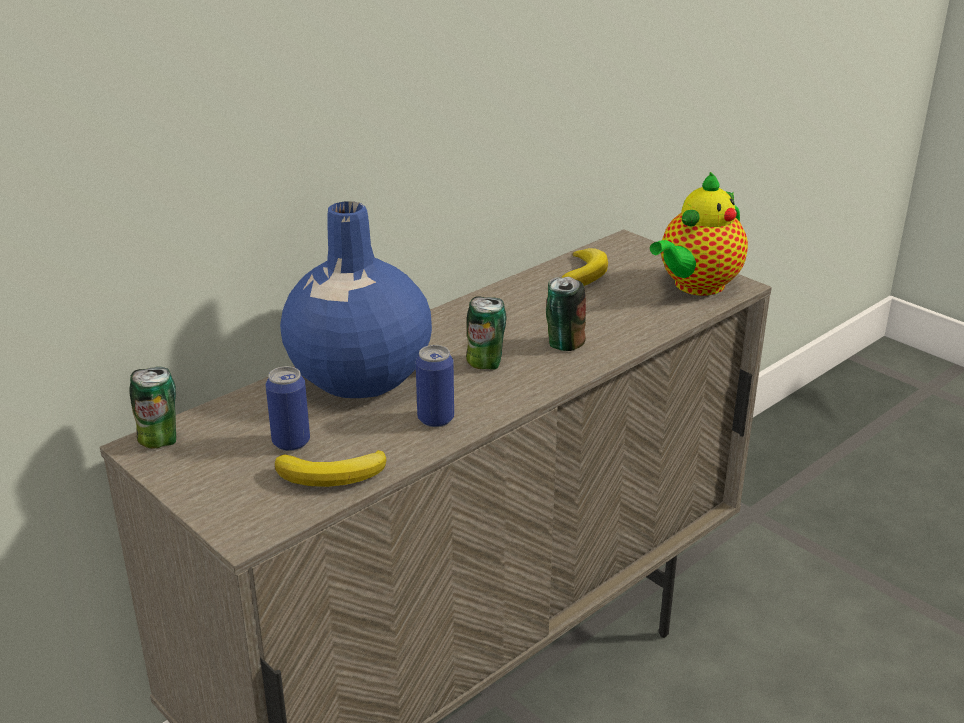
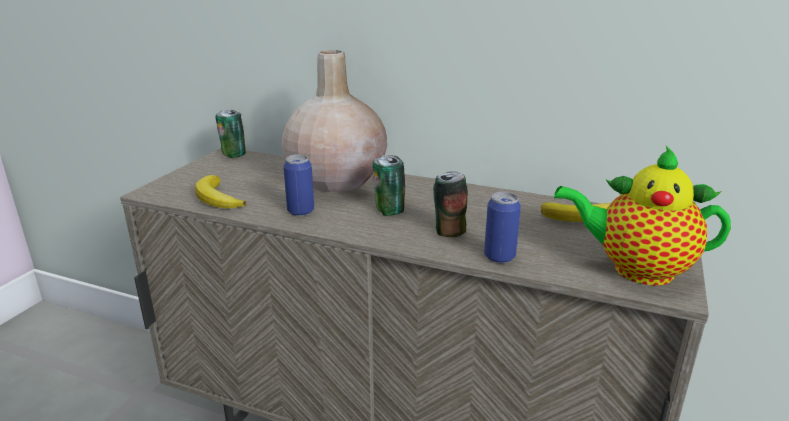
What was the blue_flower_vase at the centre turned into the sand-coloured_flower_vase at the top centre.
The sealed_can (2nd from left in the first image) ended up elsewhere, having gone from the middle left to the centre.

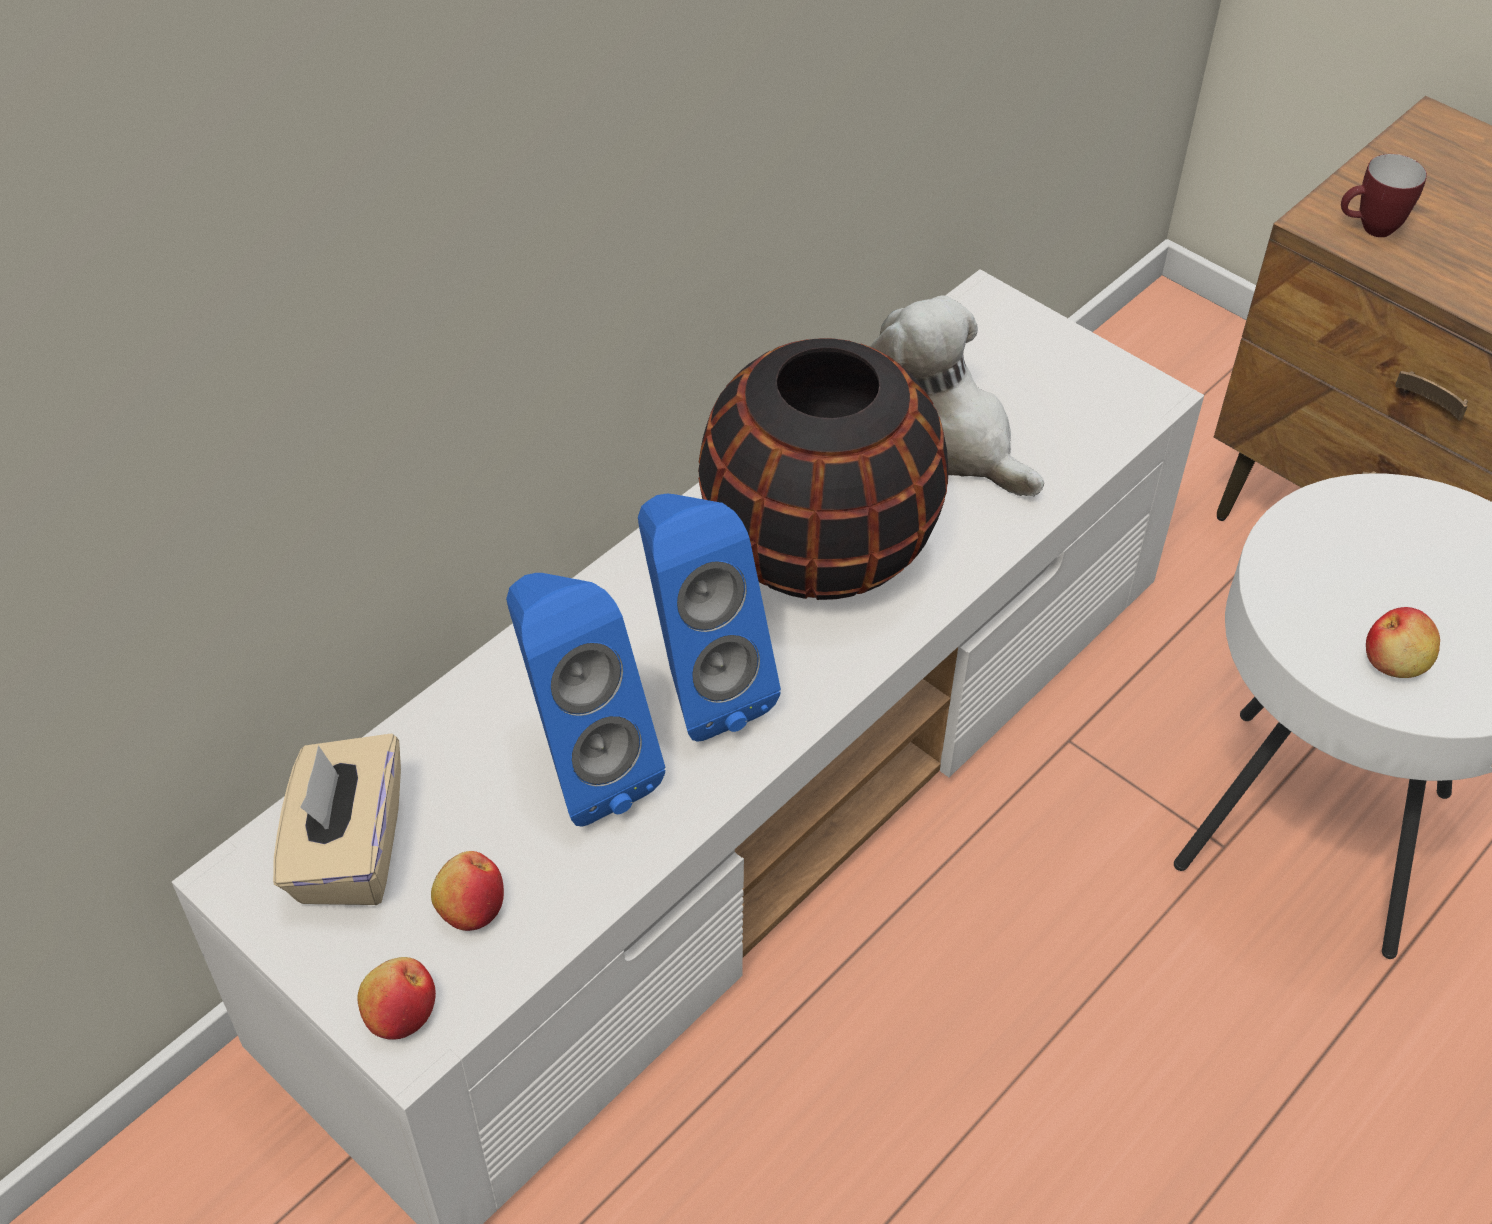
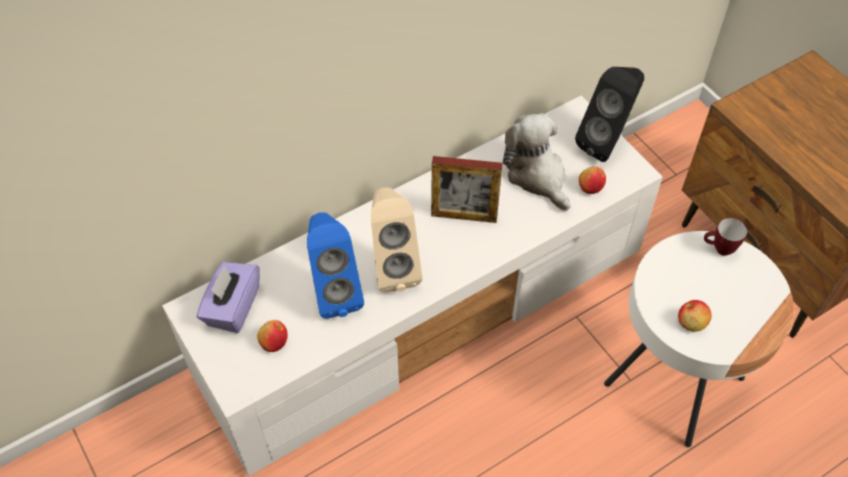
What was the sand-coloured_box_of_tissues at the bottom left turned into the purplish_box_of_tissues at the middle left.
What was the blue_loudspeaker (2nd from left) at the centre turned into the sand-coloured_loudspeaker at the centre.
Where the blackish_flower_vase stood at the centre, the standing_frame came to stand at the centre.
The second view gained the blackish_loudspeaker at the top right.
The apple_fruit (1st from left in the first image) ended up elsewhere, having gone from the bottom left to the middle right.
The tea_mug ended up elsewhere, having gone from the top right to the middle right.

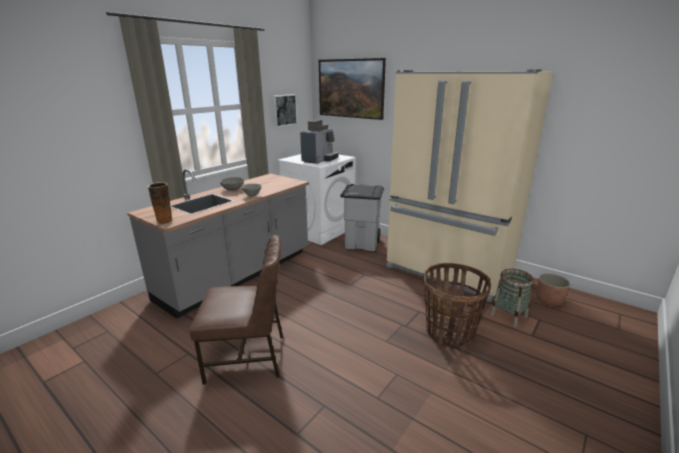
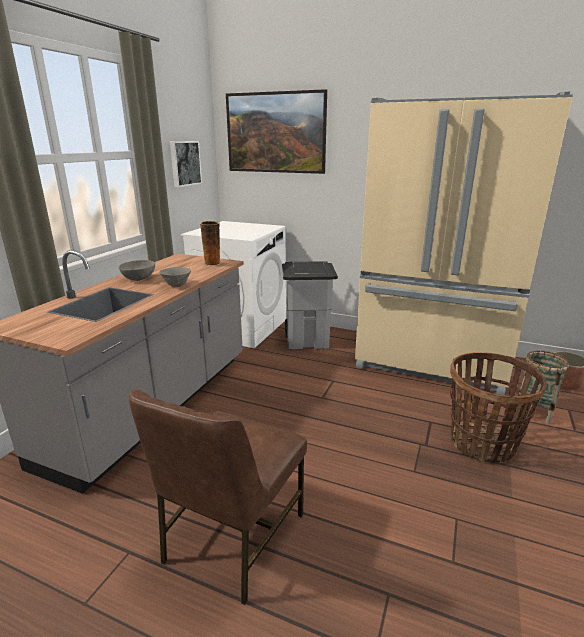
The brown_upright_chair at the bottom centre ended up facing another way, 135 degrees clockwise from before.
The flower_vase ended up elsewhere, having gone from the middle left to the centre.
The second view lost the coffee_machine at the top centre.

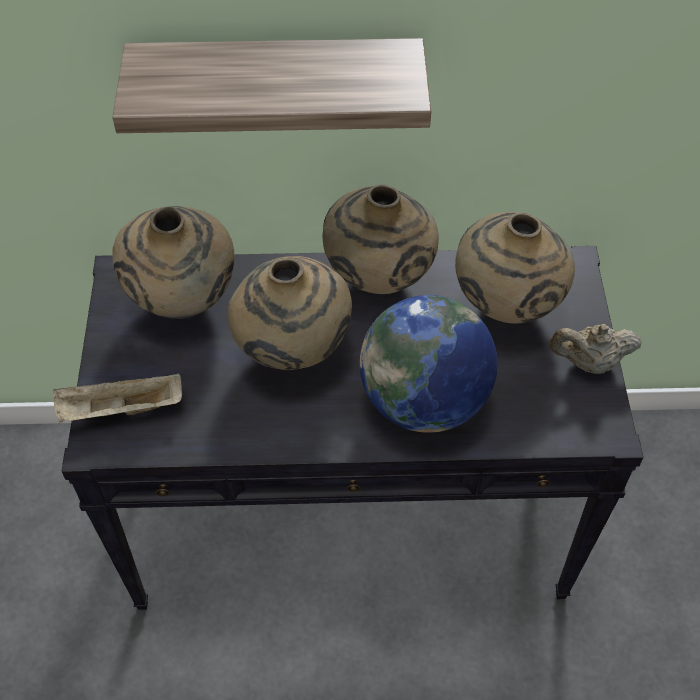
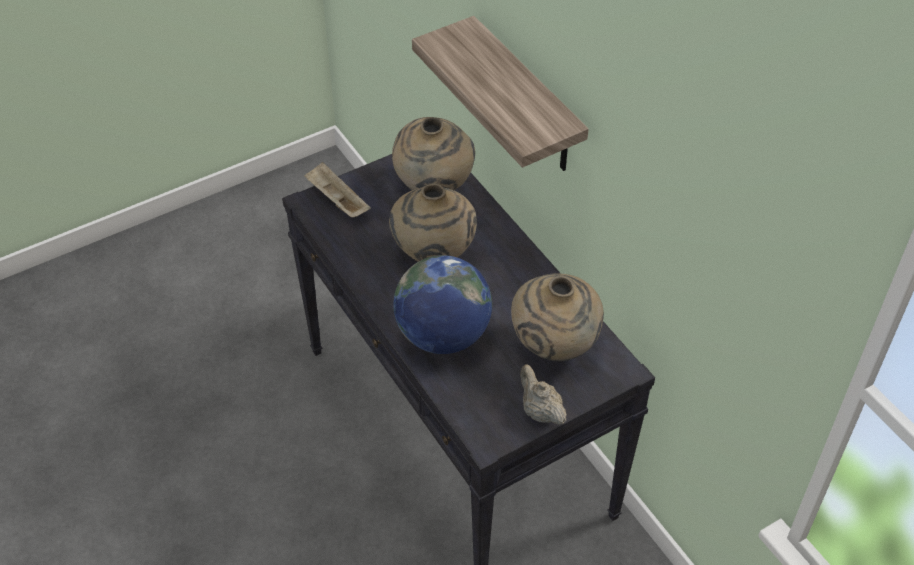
The second view lost the sand-coloured_flower_vase (3rd from left) at the centre.

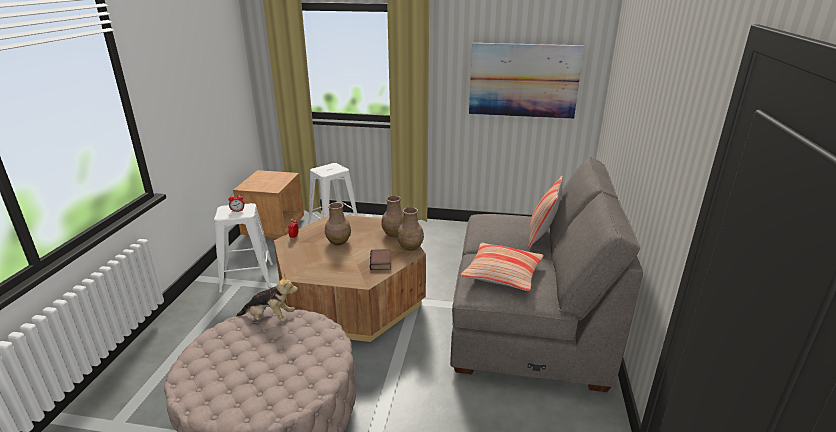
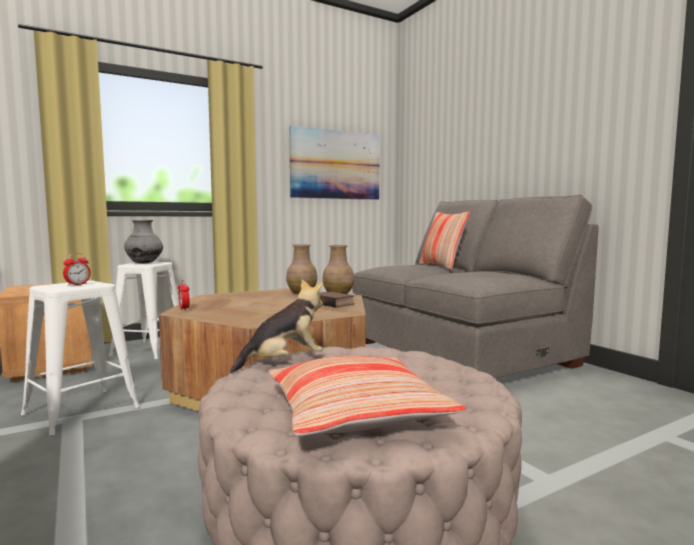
The second view gained the gray_flower_vase at the middle left.
The pillow (1st from left) ended up elsewhere, having gone from the centre to the bottom centre.
The second view lost the brown_flower_vase (1st from left) at the centre.

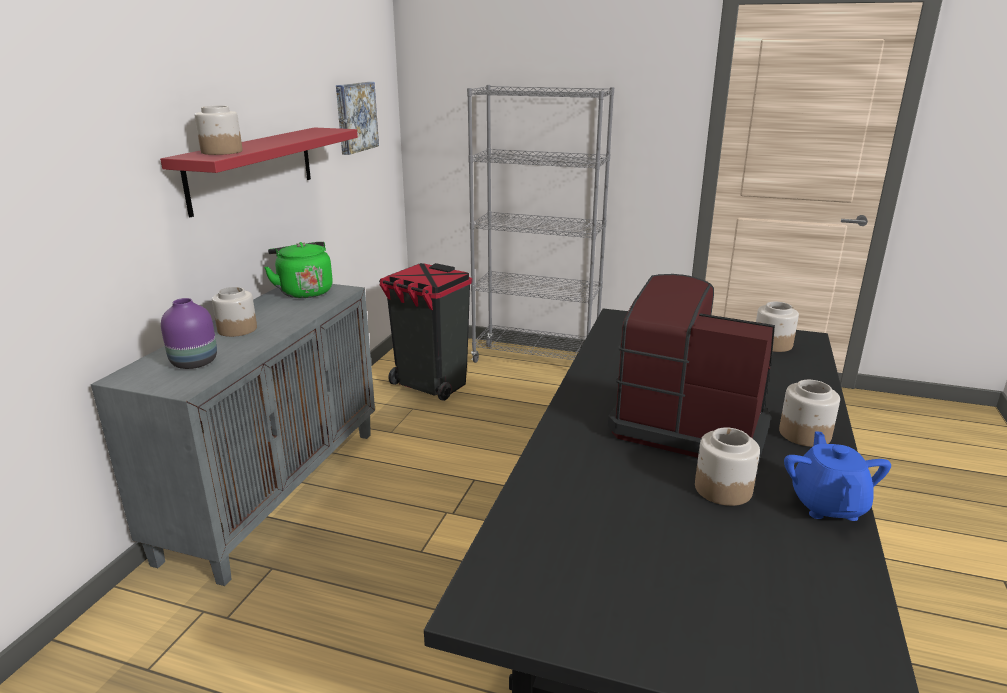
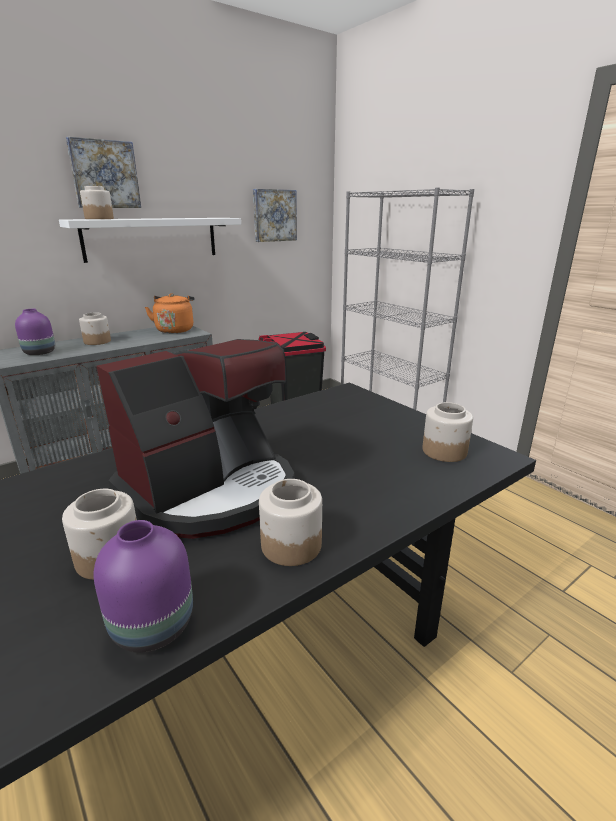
What was the reddish_shelf at the top left turned into the white-coloured_shelf at the top left.
The second view gained the picture (1st from left) at the top left.
Where the blue_tea_pot stood at the bottom right, the purplish_flower_vase (2nd from left) came to stand at the bottom left.
The coffee_machine at the middle right ended up facing another way, 75 degrees clockwise from before.
What was the green-coloured_kettle at the middle left turned into the orange_kettle at the middle left.

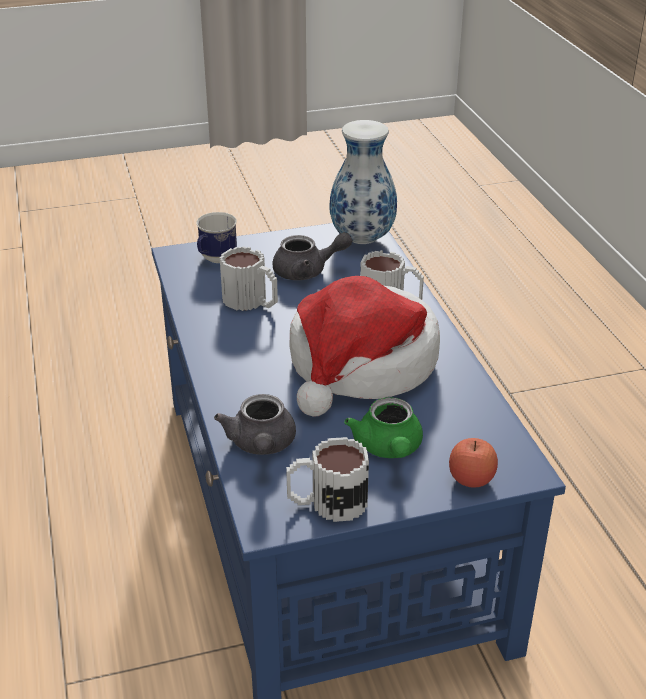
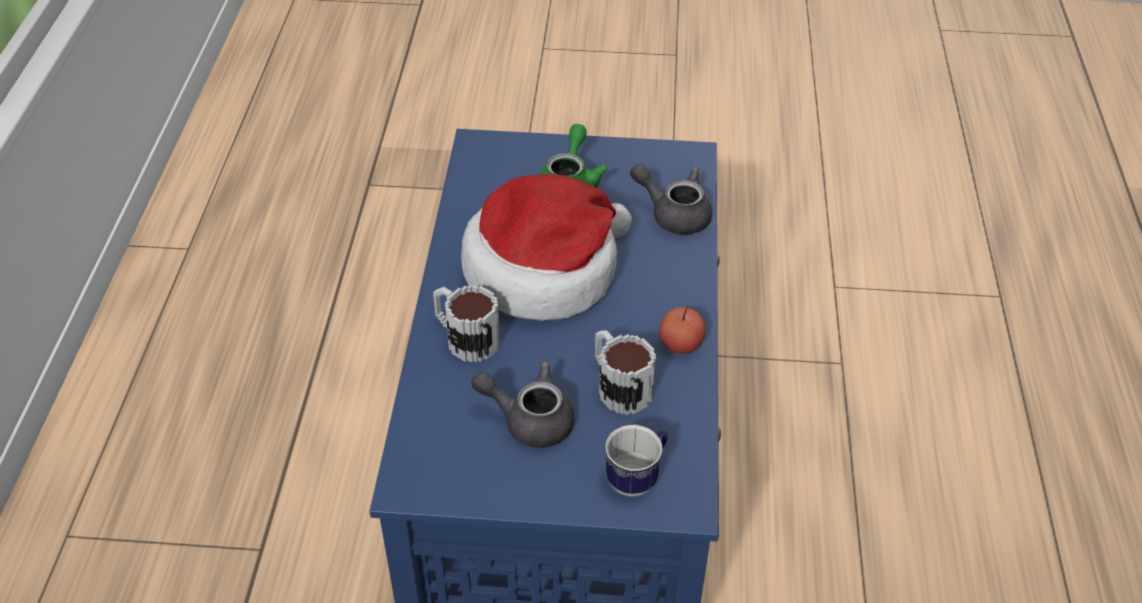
The gray_tea_pot (1st from left in the first image) at the centre ended up facing another way, 75 degrees counterclockwise from before.
The apple_fruit ended up elsewhere, having gone from the middle right to the centre.
The second view lost the tea_mug (3rd from left) at the bottom centre.
The second view lost the flower_vase at the top centre.

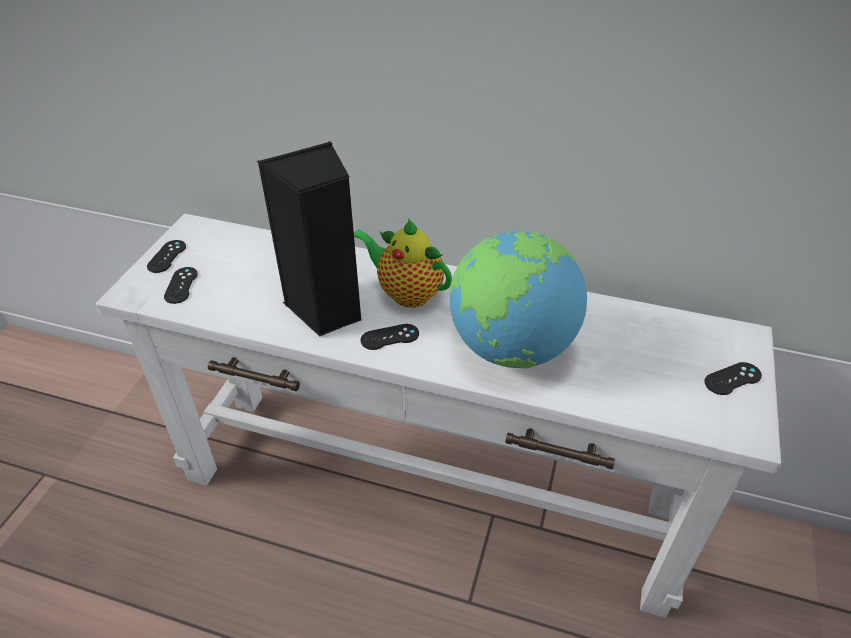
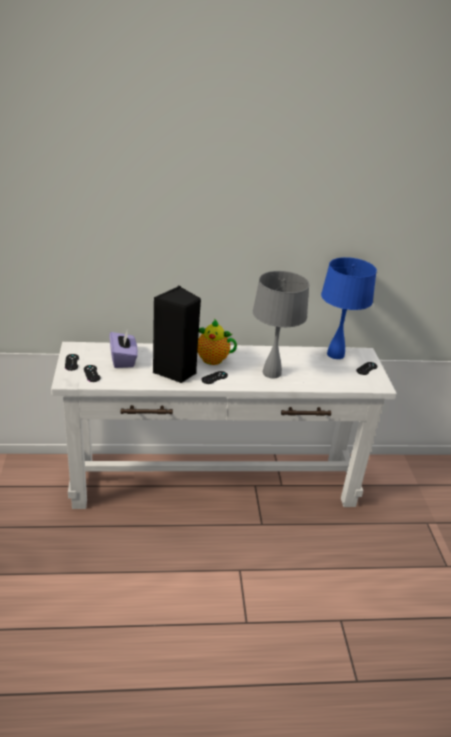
The second view gained the purplish_box_of_tissues at the middle left.
Where the desk_globe stood at the centre, the gray_tabletop_lamp came to stand at the centre.
The second view gained the blue_tabletop_lamp at the middle right.

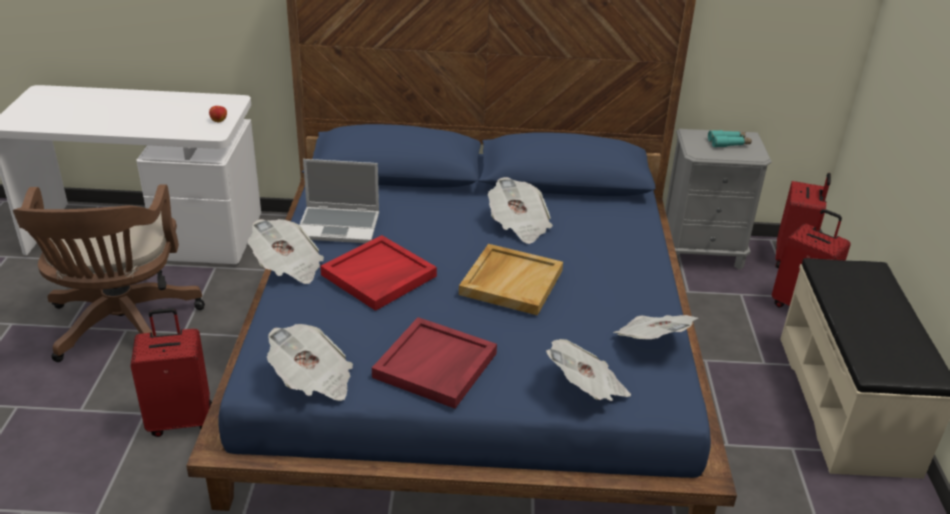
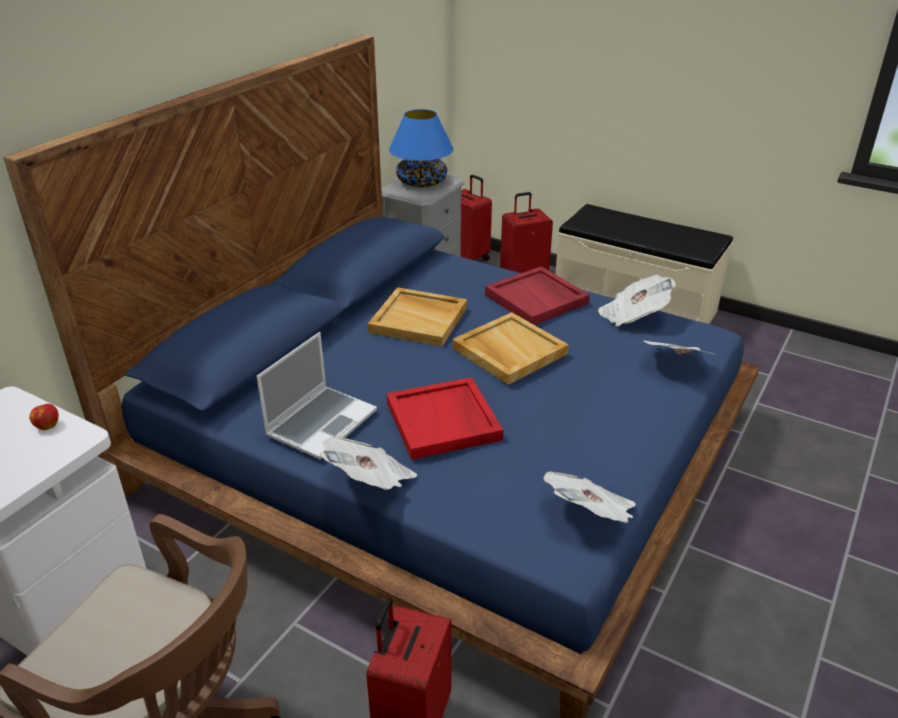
Where the daily_paper (3rd from left) stood at the centre, the sand-coloured_carrying_tray (1st from left) came to stand at the centre.
Where the blue-green_field_glasses stood at the top right, the blue_tabletop_lamp came to stand at the top centre.
The reddish_carrying_tray (2nd from left) ended up elsewhere, having gone from the bottom centre to the centre.

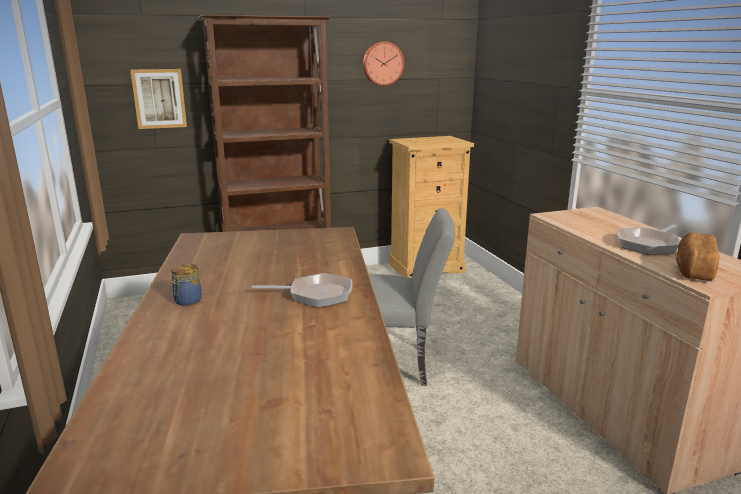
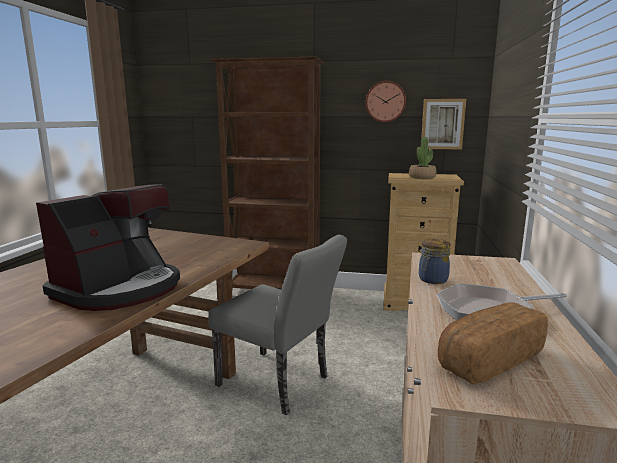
Where the skillet (1st from left) stood at the centre, the coffee_machine came to stand at the middle left.
The second view gained the potted_plant at the middle right.
The jar ended up elsewhere, having gone from the middle left to the middle right.
The picture ended up elsewhere, having gone from the top left to the top right.

